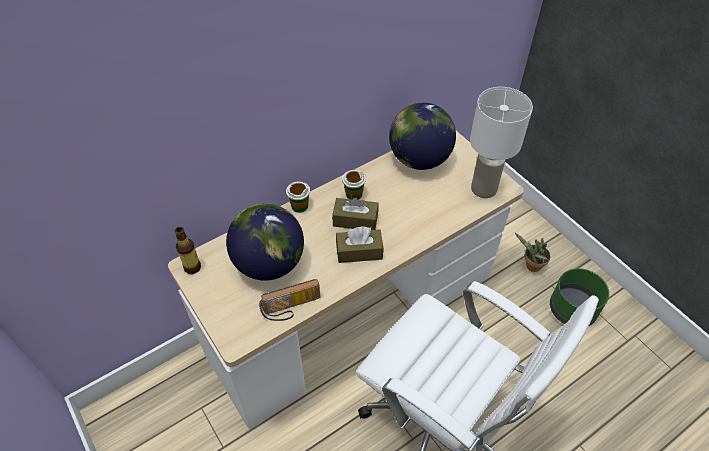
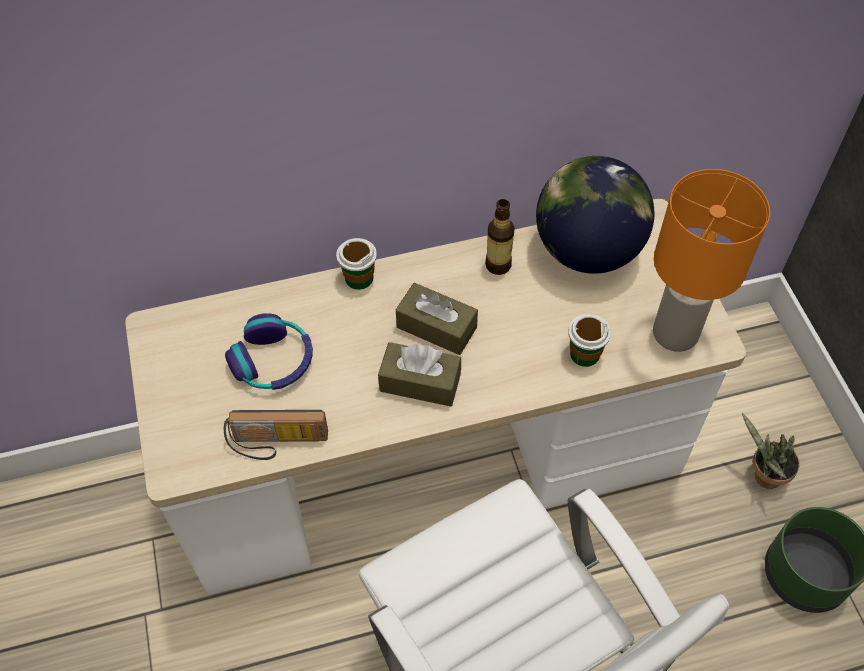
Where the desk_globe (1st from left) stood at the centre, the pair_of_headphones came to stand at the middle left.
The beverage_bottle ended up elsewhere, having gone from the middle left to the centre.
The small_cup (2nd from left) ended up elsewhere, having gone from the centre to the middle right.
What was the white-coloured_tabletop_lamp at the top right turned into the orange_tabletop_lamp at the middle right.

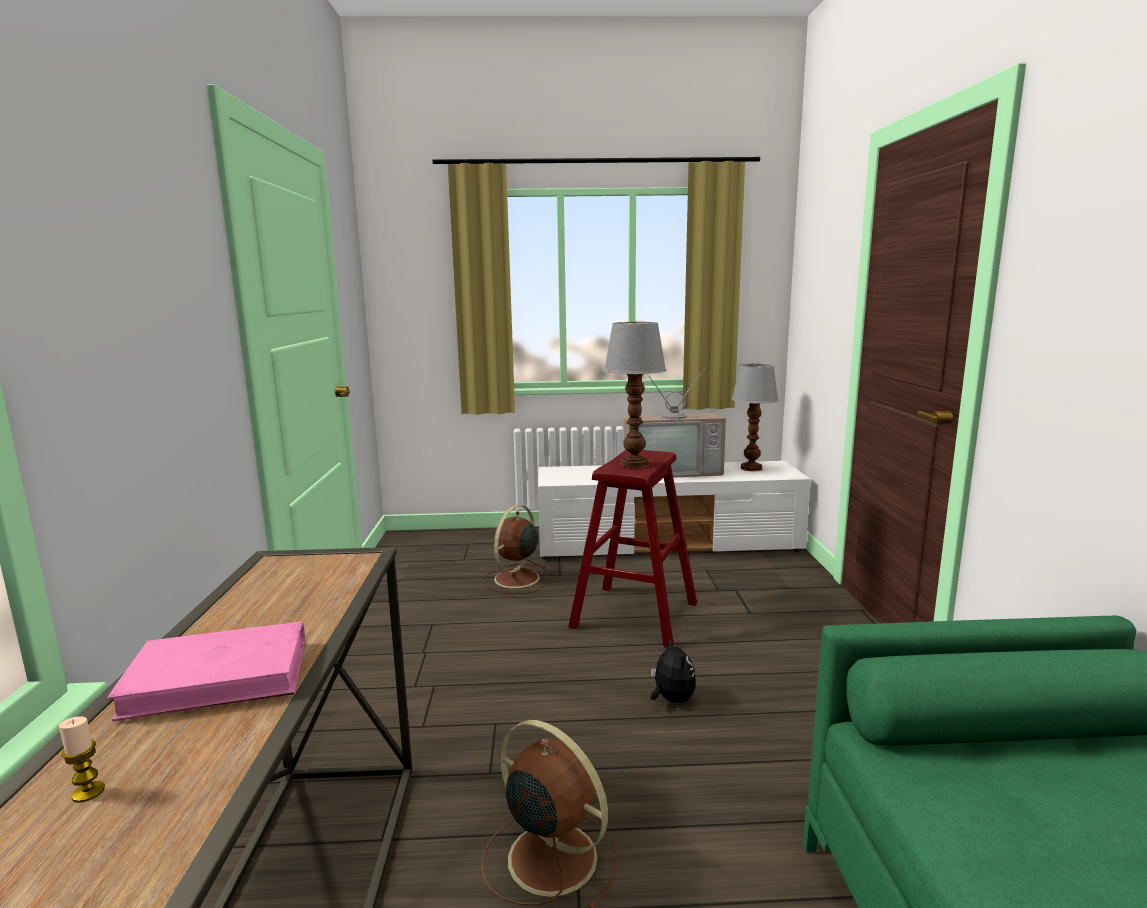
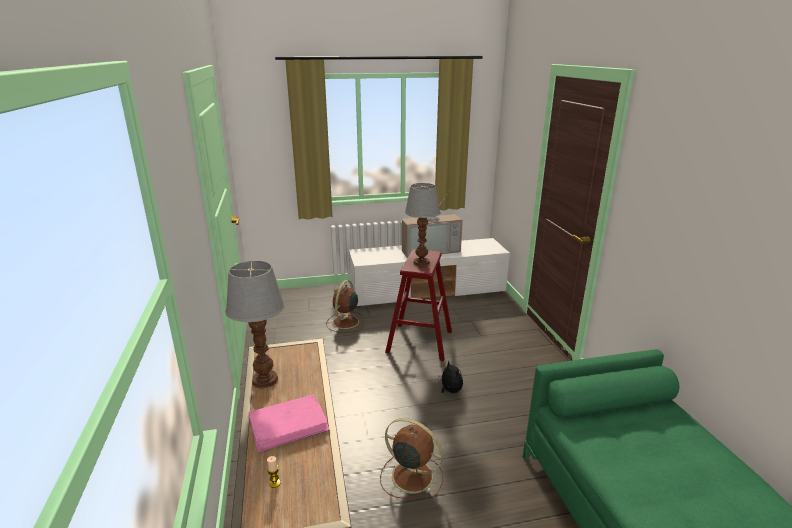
The tabletop_lamp (2nd from left in the first image) ended up elsewhere, having gone from the centre to the middle left.

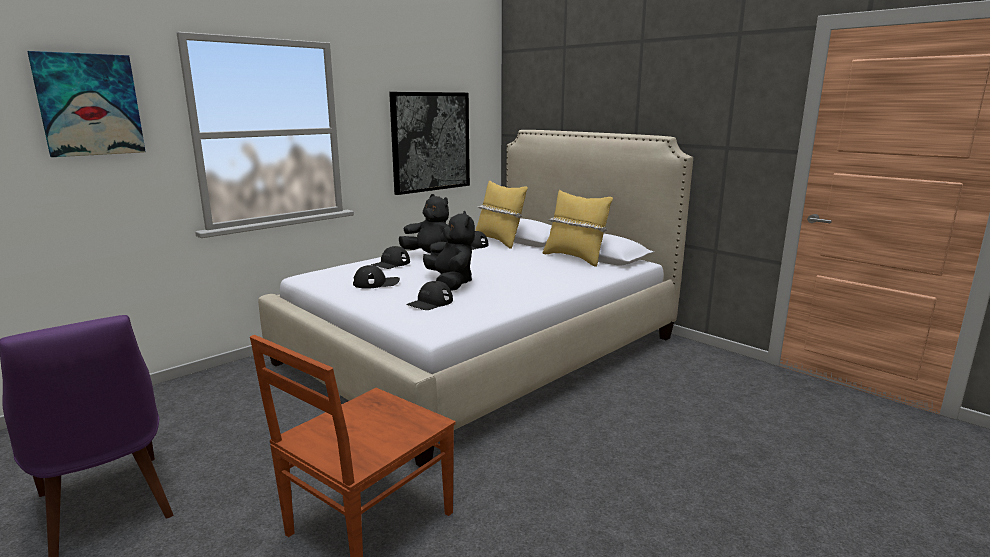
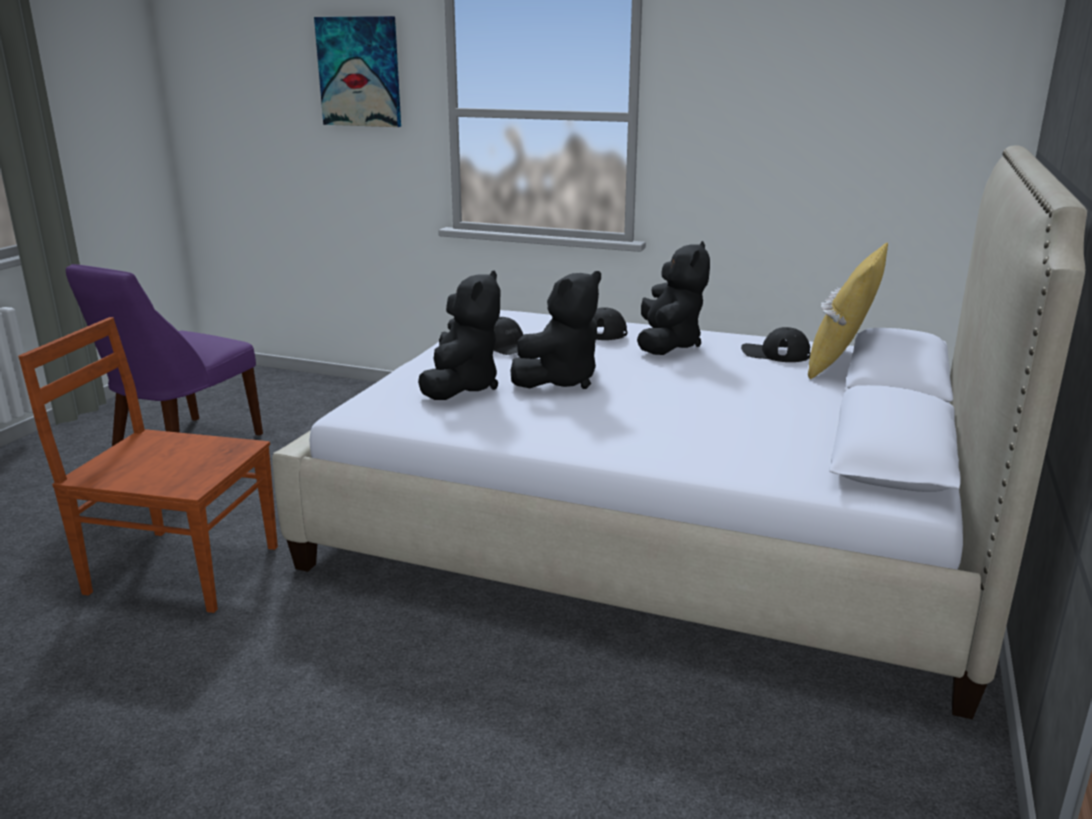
Where the blackish_cap (3rd from left) stood at the centre, the blackish_soft_toy (1st from left) came to stand at the centre.
The second view lost the picture (2nd from left) at the top centre.
The second view lost the yellow_pillow (2nd from left) at the centre.

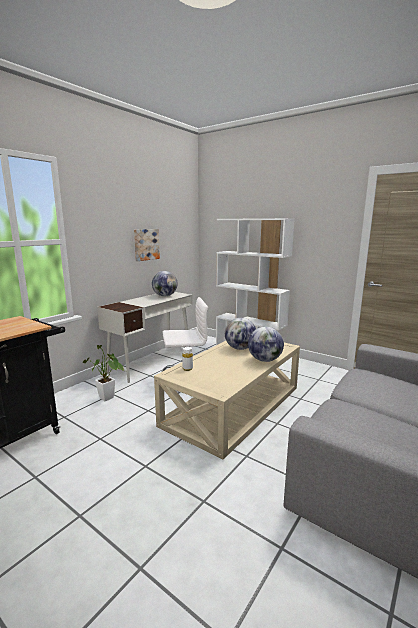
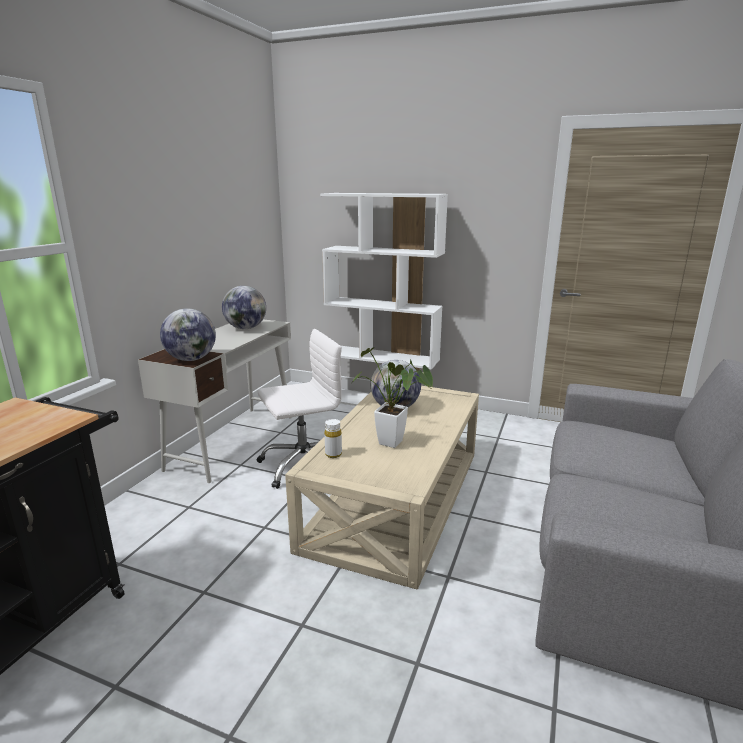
The desk_globe (3rd from left in the first image) ended up elsewhere, having gone from the centre to the middle left.
The potted_plant ended up elsewhere, having gone from the middle left to the centre.
The second view lost the picture at the centre.

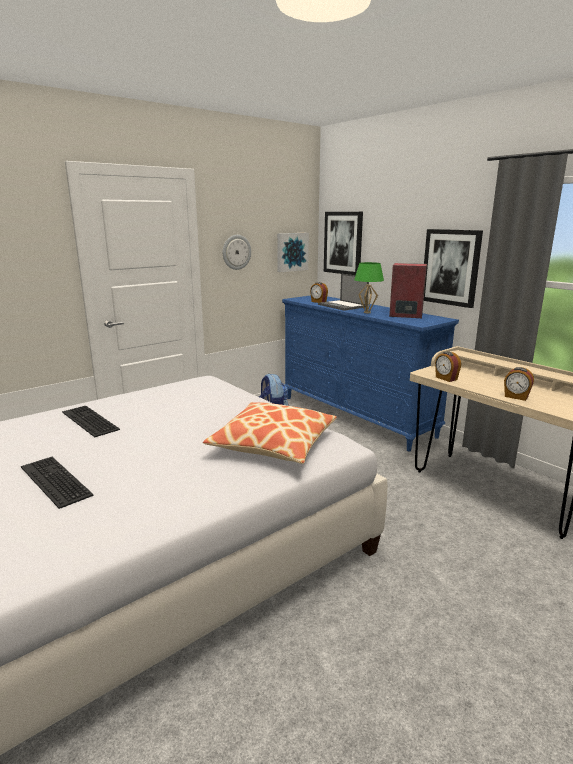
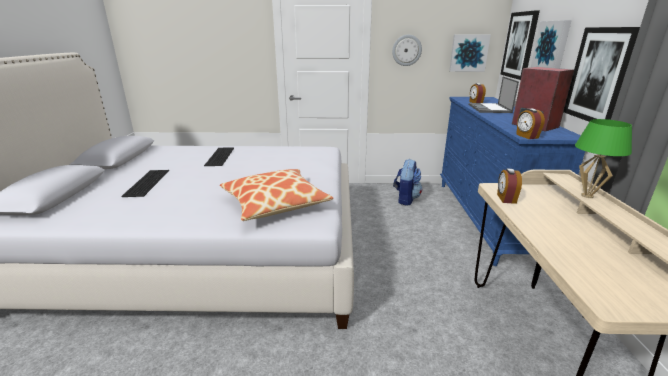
The bedside_clock (3rd from left) ended up elsewhere, having gone from the middle right to the top right.
The second view gained the picture (3rd from left) at the top right.
The green-coloured_tabletop_lamp ended up elsewhere, having gone from the centre to the middle right.

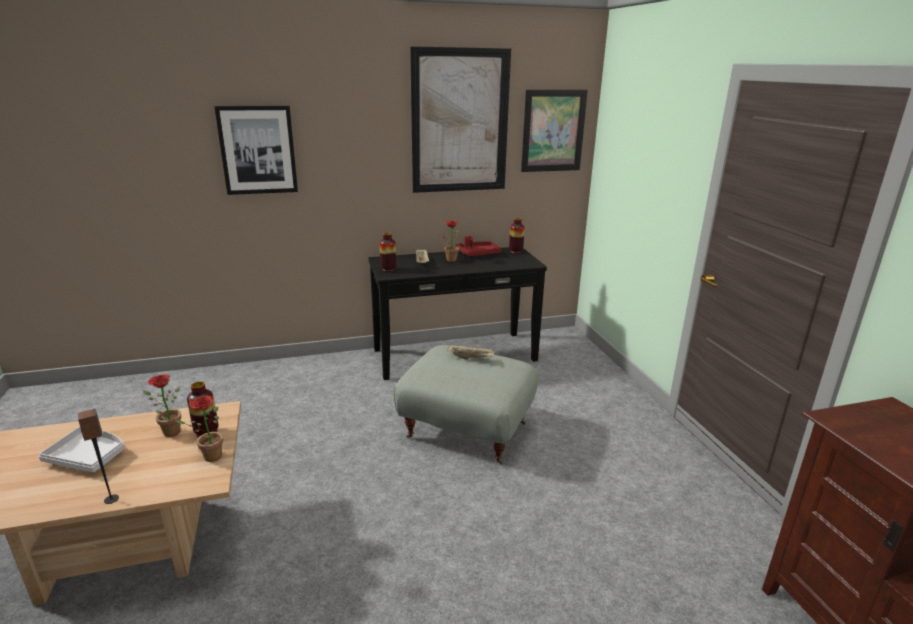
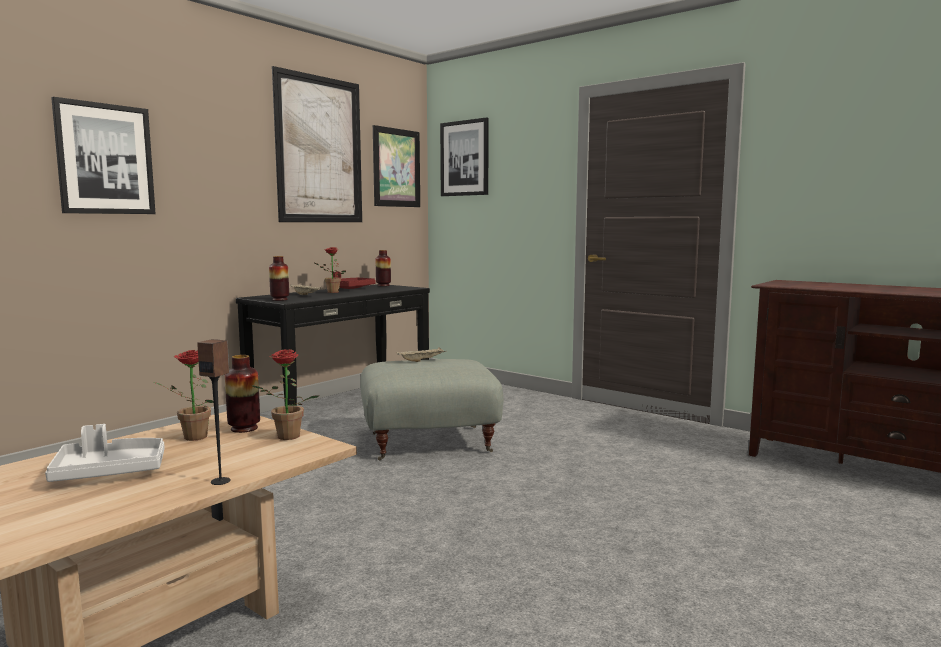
The second view gained the picture (4th from left) at the top centre.

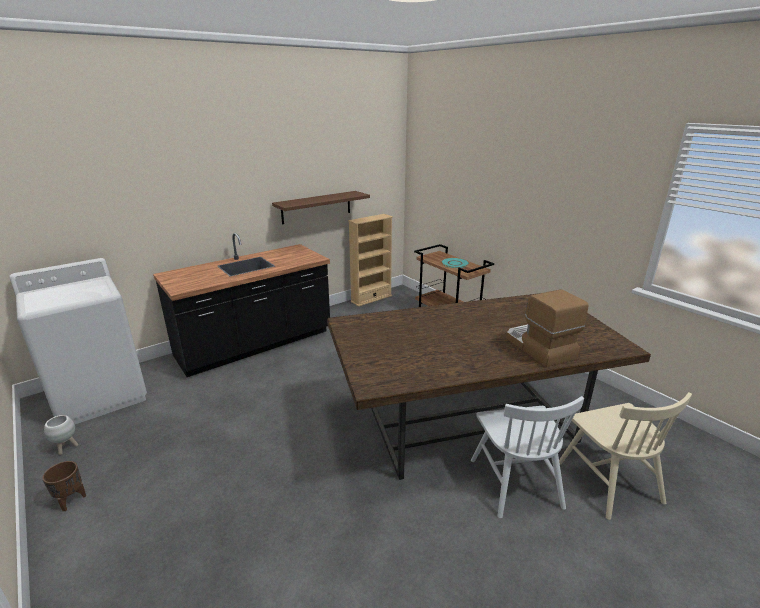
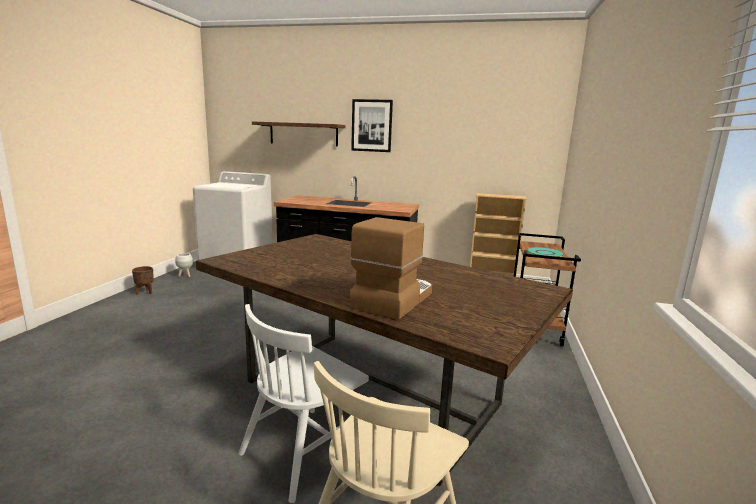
The brown_shelf ended up elsewhere, having gone from the centre to the top centre.
The second view gained the picture at the top centre.

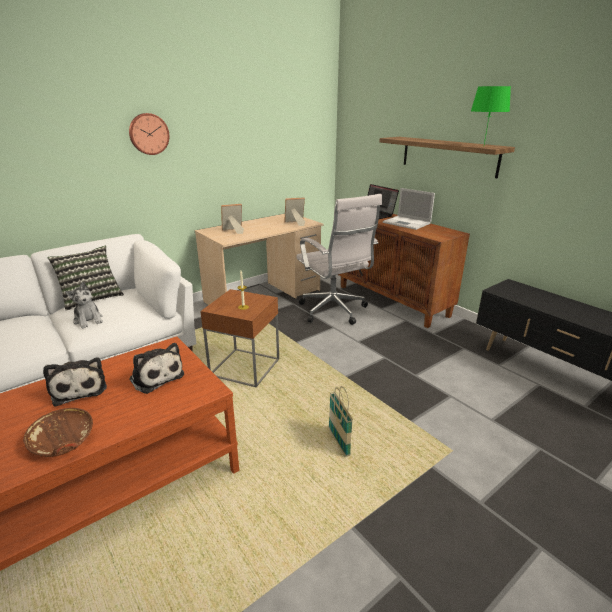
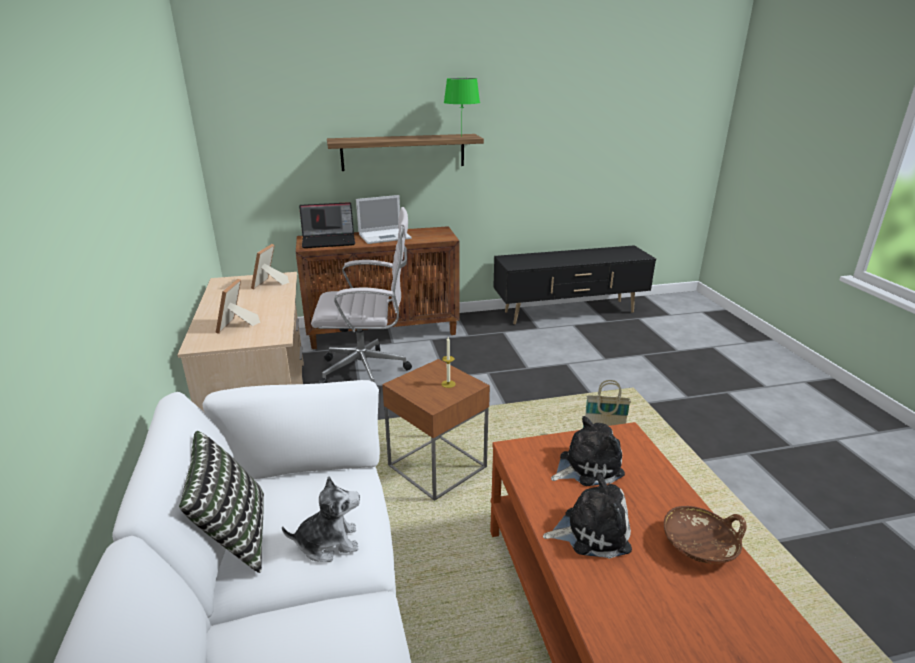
The second view lost the clock_on_the_wall at the top left.

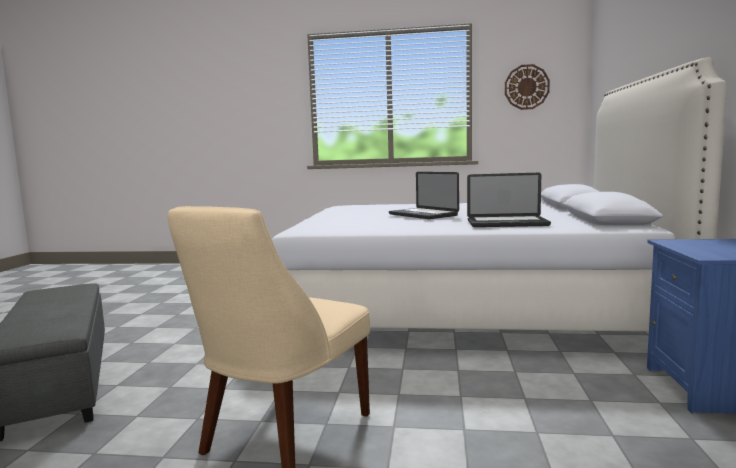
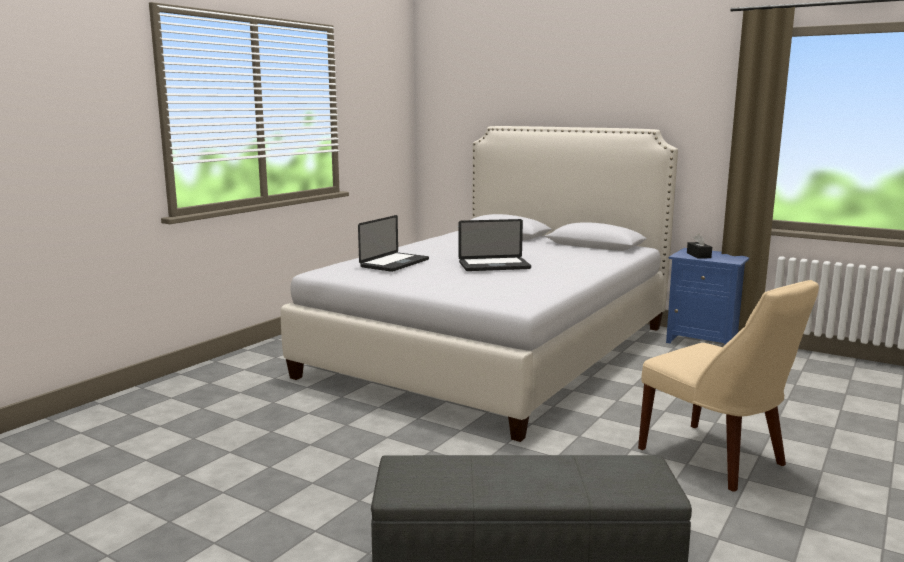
The laptop (2nd from left in the first image) ended up elsewhere, having gone from the middle right to the centre.
The second view gained the blackish_box_of_tissues at the middle right.
The second view lost the clock_on_the_wall at the top right.

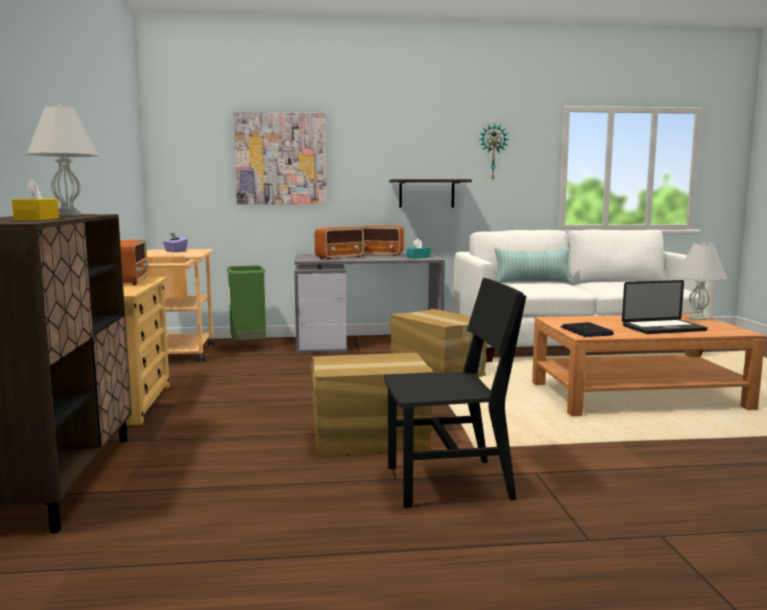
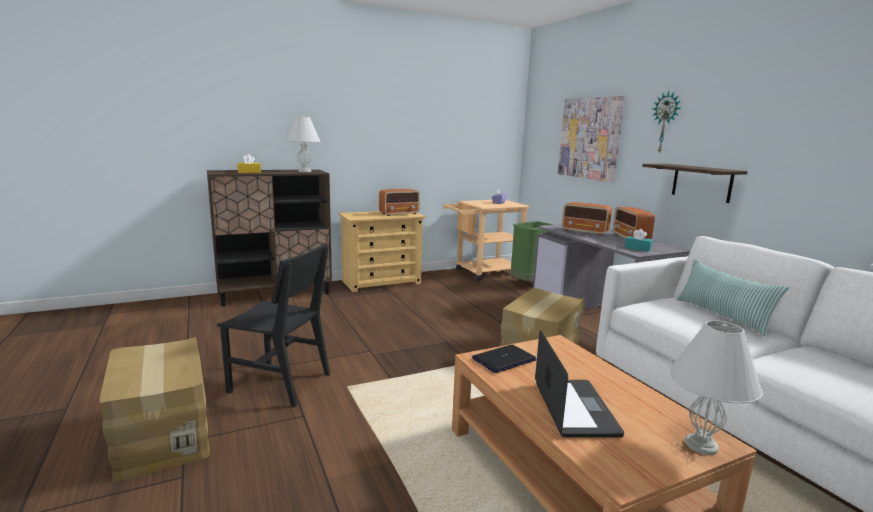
The packing_box (1st from left) ended up elsewhere, having gone from the centre to the bottom left.
The blackish_upright_chair at the centre ended up facing another way, 45 degrees counterclockwise from before.
The laptop (2nd from left) at the middle right ended up facing another way, 150 degrees counterclockwise from before.
The clock_on_the_wall ended up elsewhere, having gone from the top centre to the top right.

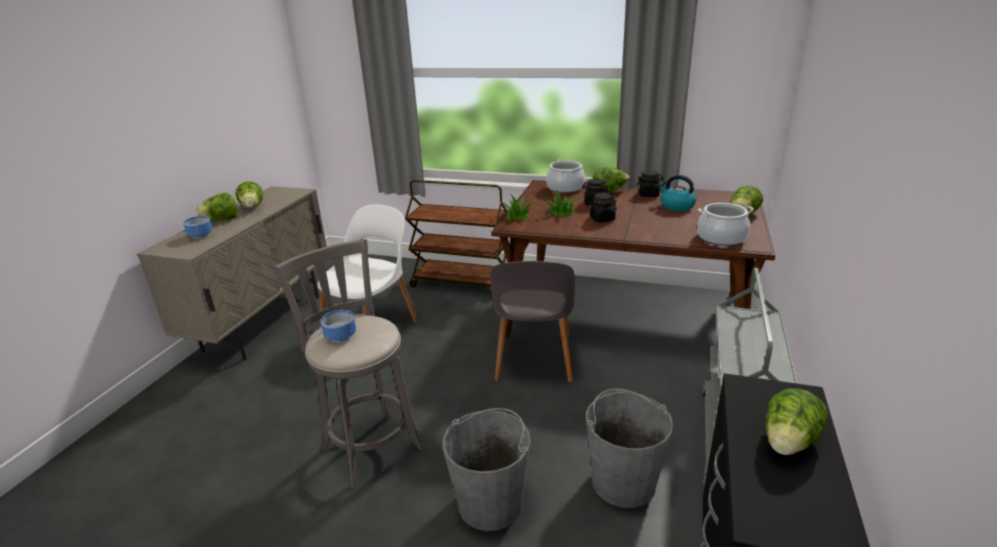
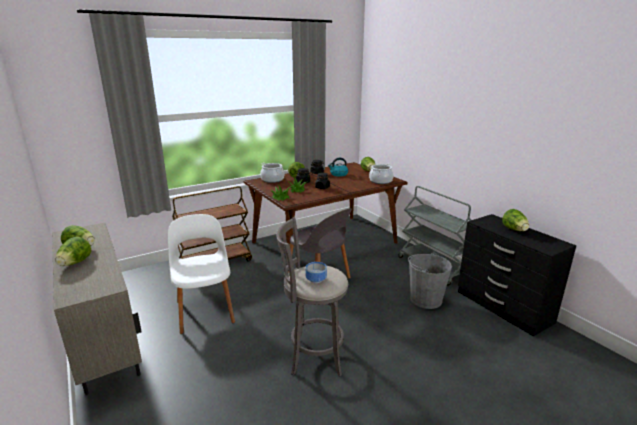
The second view lost the bowl (1st from left) at the middle left.
The second view lost the gray_bucket (1st from left) at the bottom centre.

